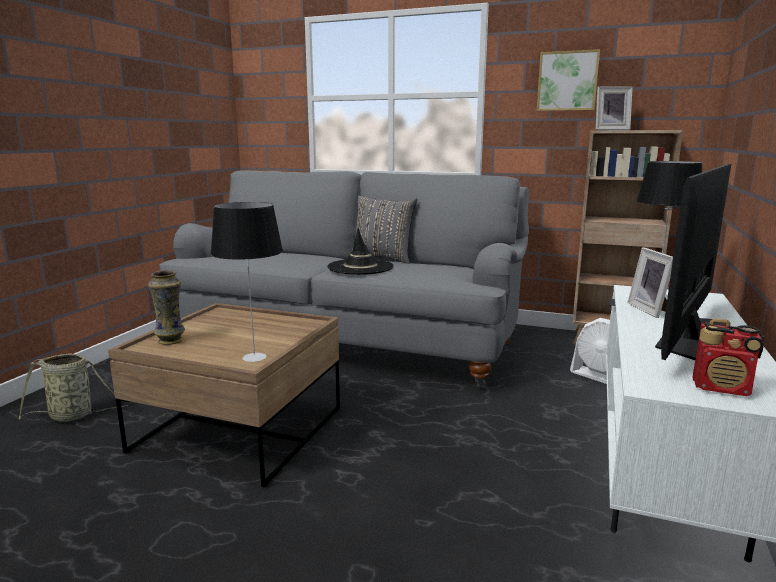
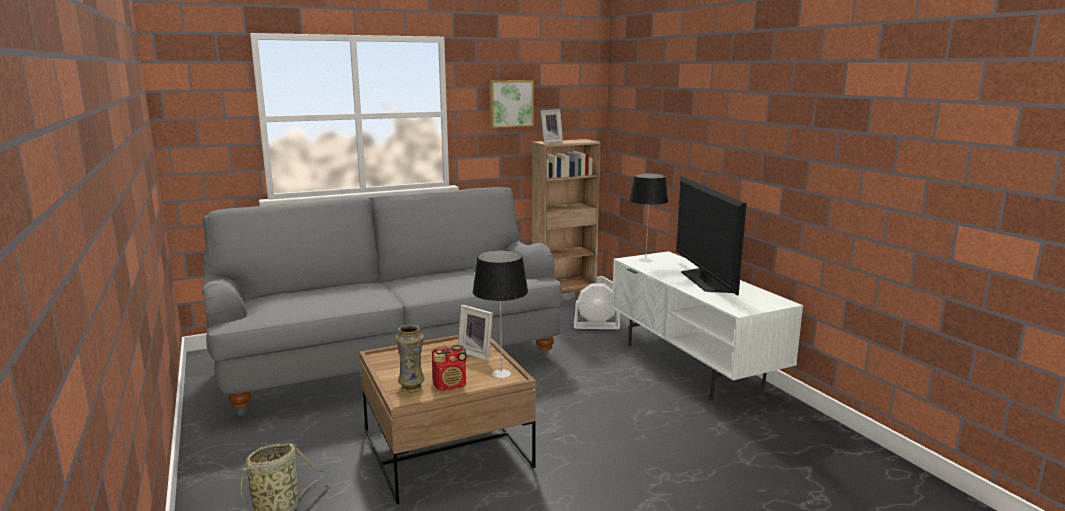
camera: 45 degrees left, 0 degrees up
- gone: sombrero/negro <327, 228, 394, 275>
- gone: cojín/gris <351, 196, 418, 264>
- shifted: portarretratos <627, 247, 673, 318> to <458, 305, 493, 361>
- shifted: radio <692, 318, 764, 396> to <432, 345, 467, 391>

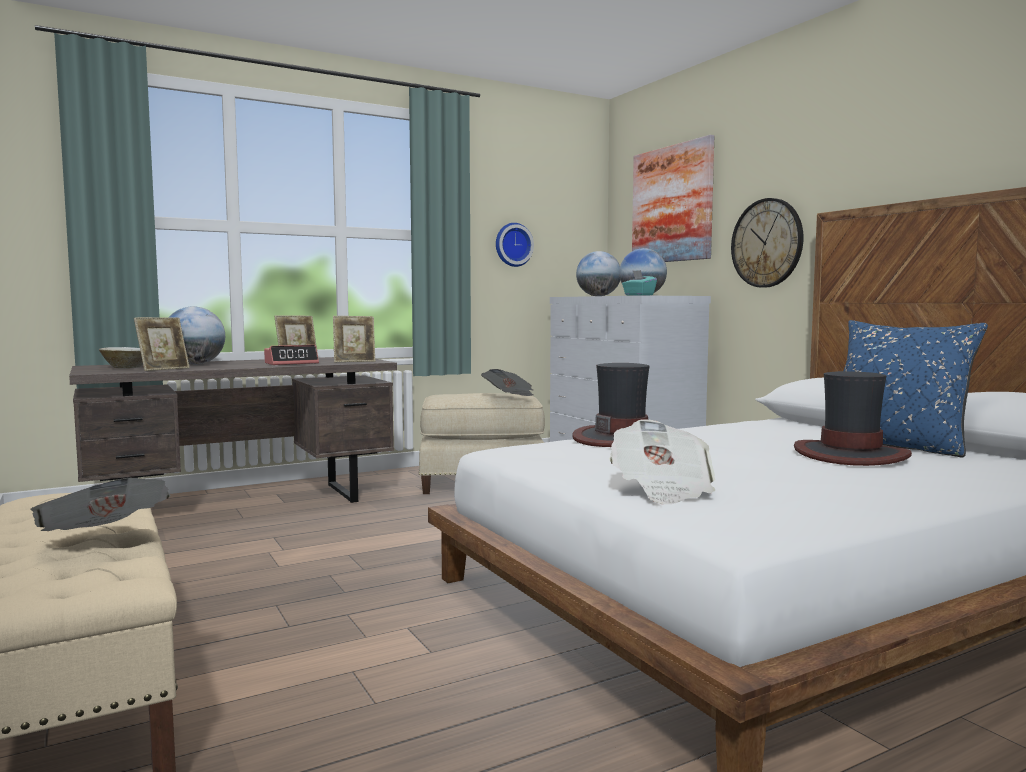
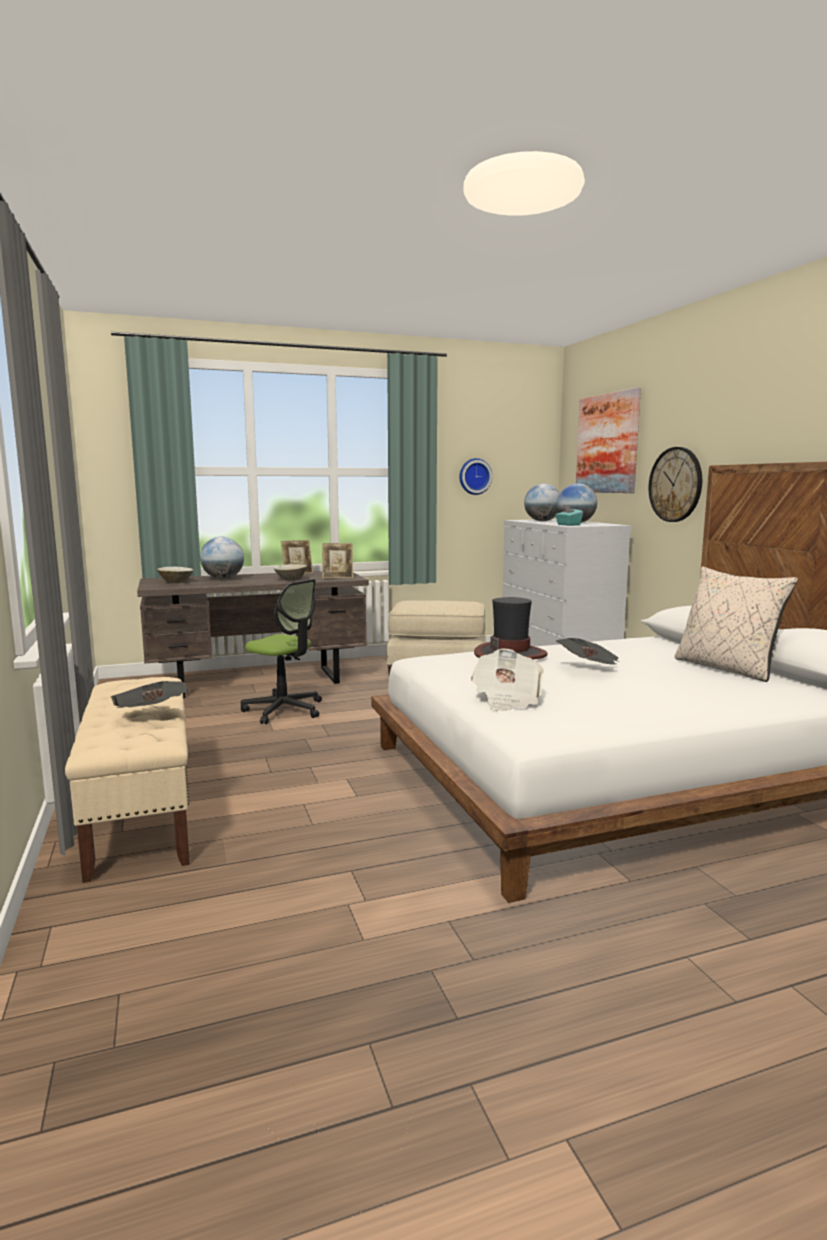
camera: 10 degrees right, 5 degrees up
- gone: portarretratos <134, 317, 190, 371>
- gone: sombrero <794, 371, 912, 466>
- new: silla de oficina <241, 579, 322, 724>
- shifted: periódico <481, 369, 533, 396> to <556, 638, 620, 664>
- swapped: despertador <264, 345, 319, 366> to cuenco/beis <274, 564, 307, 581>
- repainted: cojín/azul <844, 320, 988, 458> to cojín/beis <675, 566, 798, 682>

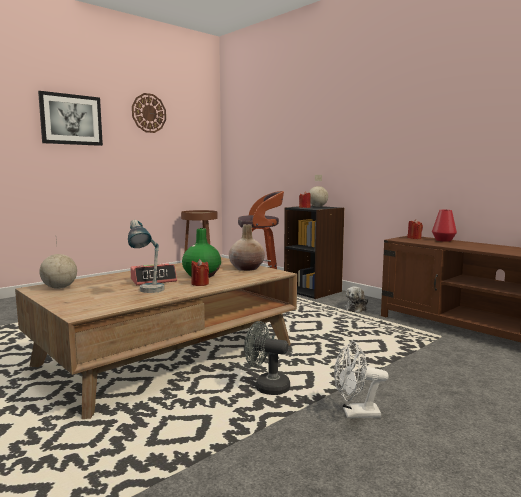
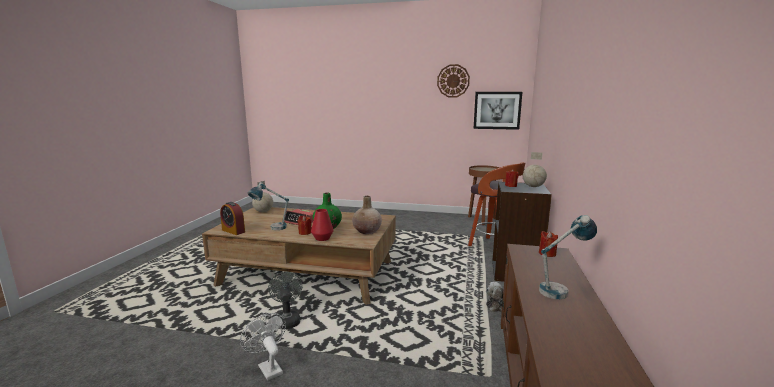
camera: 55 degrees right, 5 degrees up
- new: despertador <220, 202, 245, 235>
- new: lámpara de mesa <539, 215, 597, 299>
- shifted: cuadro <38, 91, 103, 146> to <473, 92, 522, 130>
- shifted: florero/rojo <432, 210, 457, 242> to <311, 209, 334, 241>

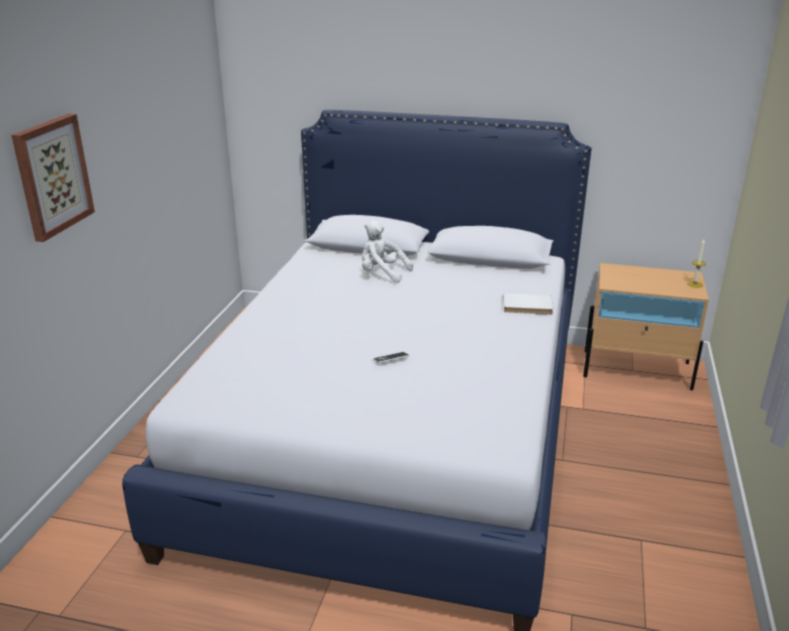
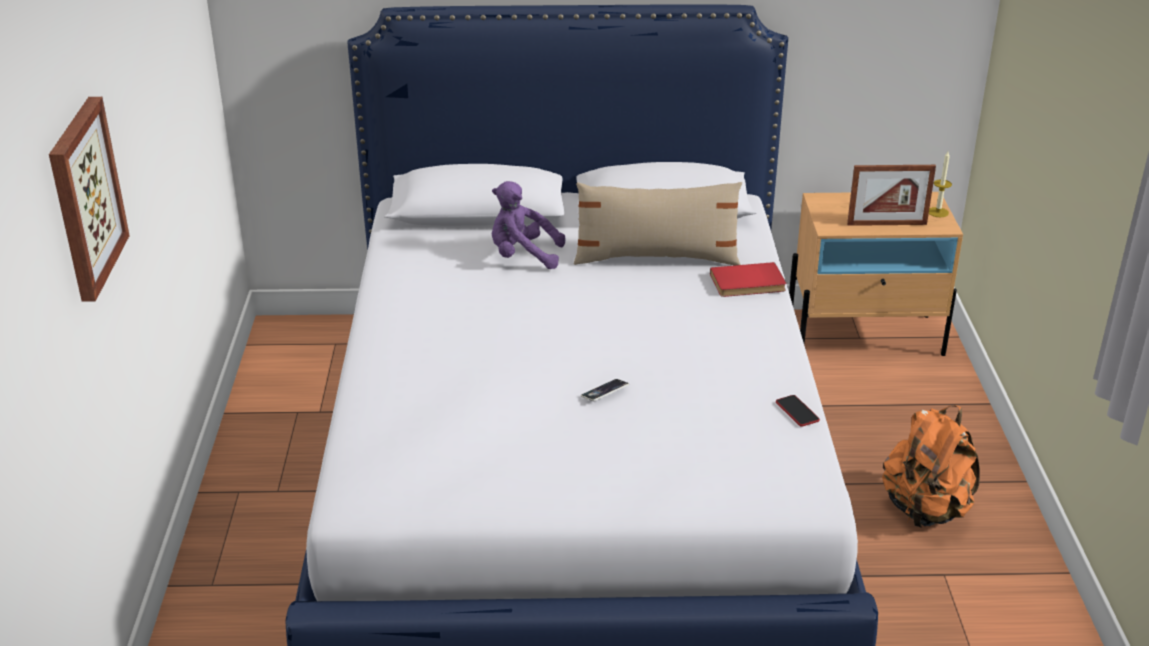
camera: 15 degrees left, 5 degrees up
- new: cojín/beis <574, 182, 742, 266>
- new: móvil <776, 395, 820, 426>
- new: portarretratos <847, 165, 936, 226>
- new: mochila/naranja <882, 405, 980, 528>
- repainted: peluche/blanco <362, 220, 413, 283> to peluche/morado <492, 181, 565, 269>
- repainted: libro/blanco <503, 293, 553, 315> to libro/rojo <710, 262, 786, 297>

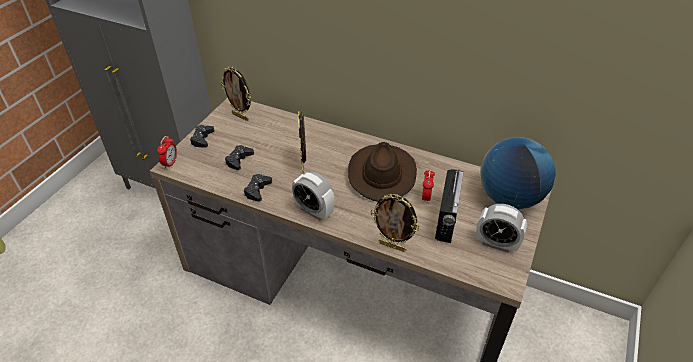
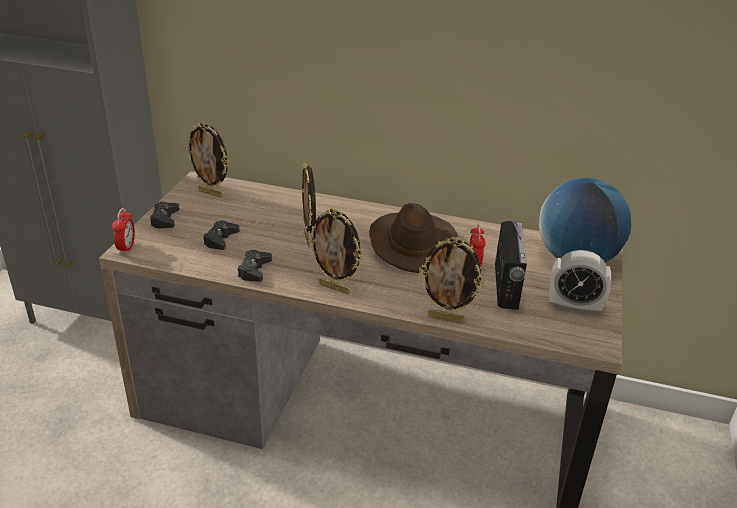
camera: 10 degrees left, 10 degrees down
- swapped: despertador <292, 172, 335, 220> to portarretratos <307, 208, 363, 294>

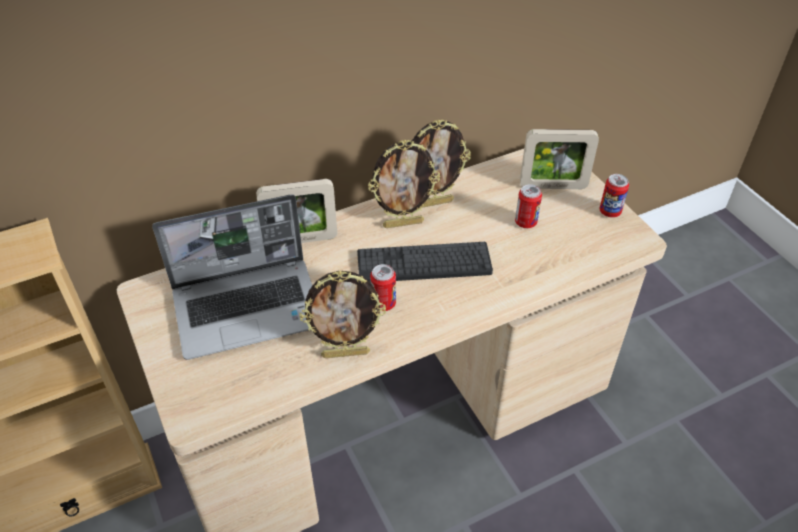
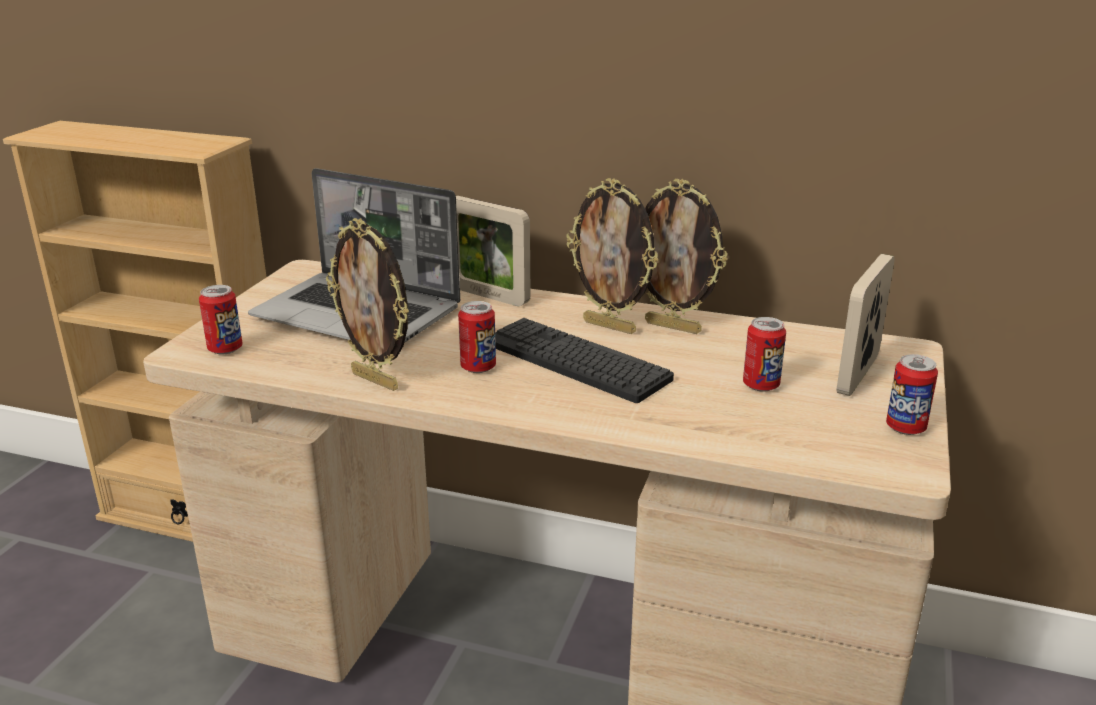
camera: 45 degrees right, 20 degrees down
- new: lata <199, 285, 243, 354>
- rotated: portarretratos <520, 129, 599, 189> = <837, 254, 894, 396> 75 degrees clockwise

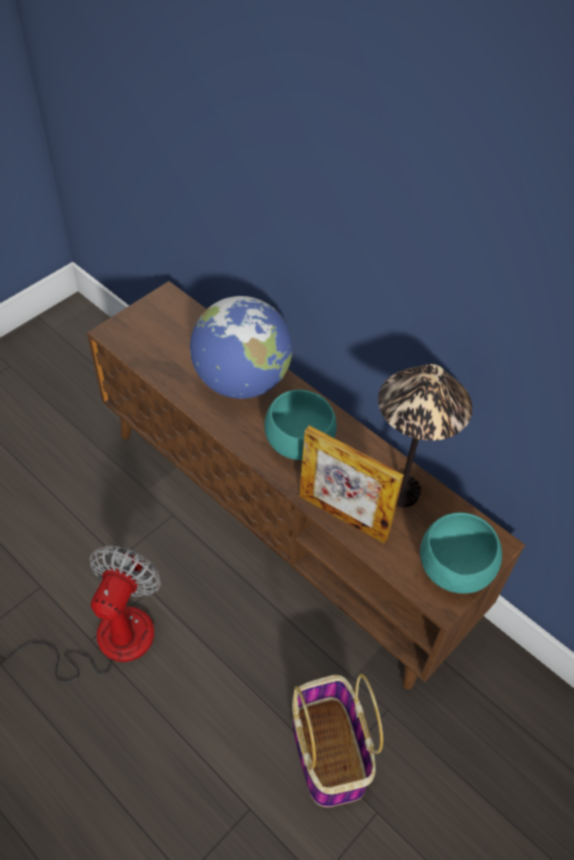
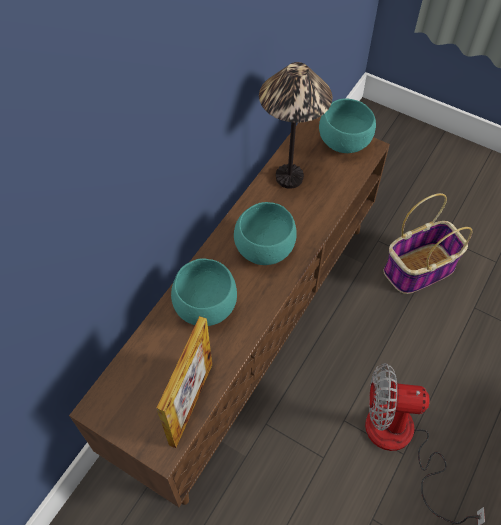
camera: 100 degrees left, 5 degrees up
- shifted: portarretratos <299, 425, 404, 544> to <156, 316, 212, 448>
- swapped: globo terráqueo <190, 296, 292, 399> to cuenco/turquesa <171, 258, 237, 326>

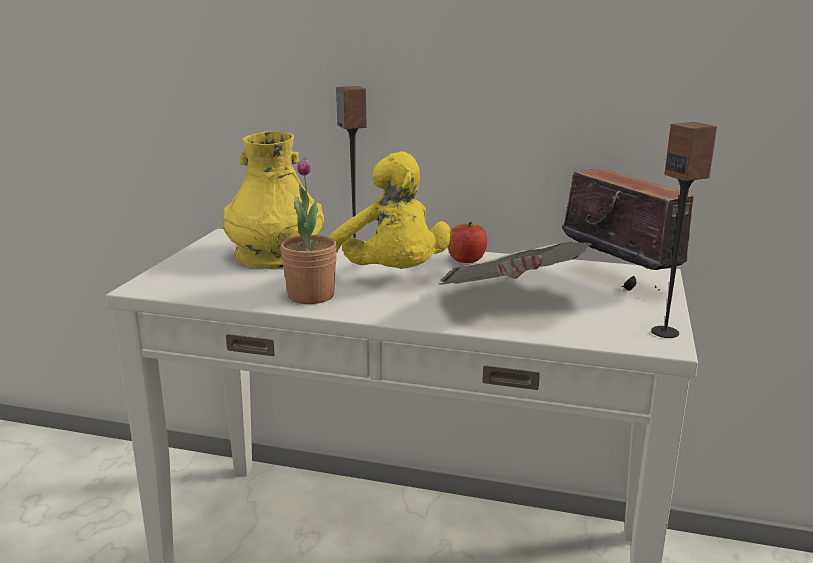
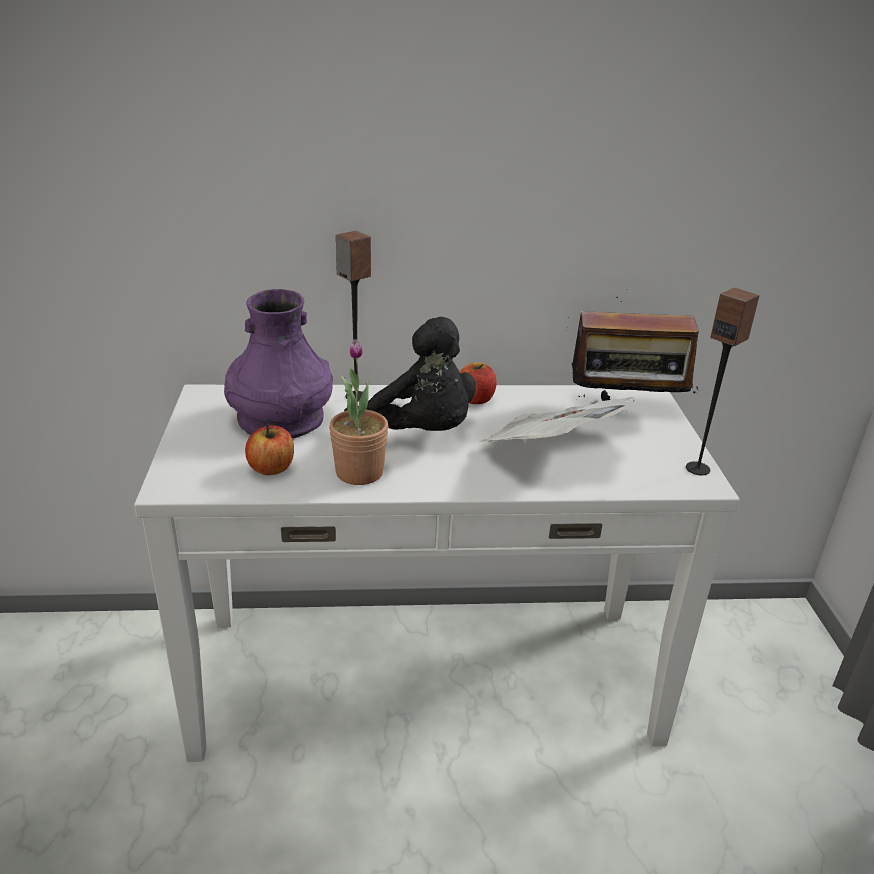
camera: 20 degrees left, 10 degrees up
- new: manzana <245, 424, 294, 475>
- repainted: florero/amarillo <223, 131, 324, 269> to florero/morado <224, 289, 333, 438>
- repainted: peluche/amarillo <329, 151, 451, 269> to peluche/negro <344, 316, 476, 431>
- rotated: radio <562, 157, 693, 294> = <568, 289, 699, 401> 150 degrees clockwise

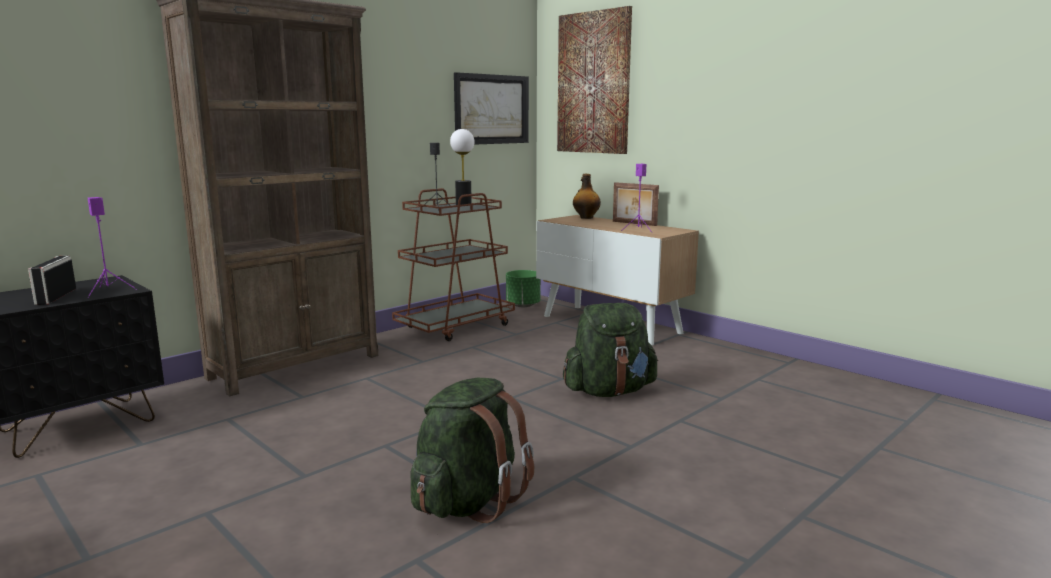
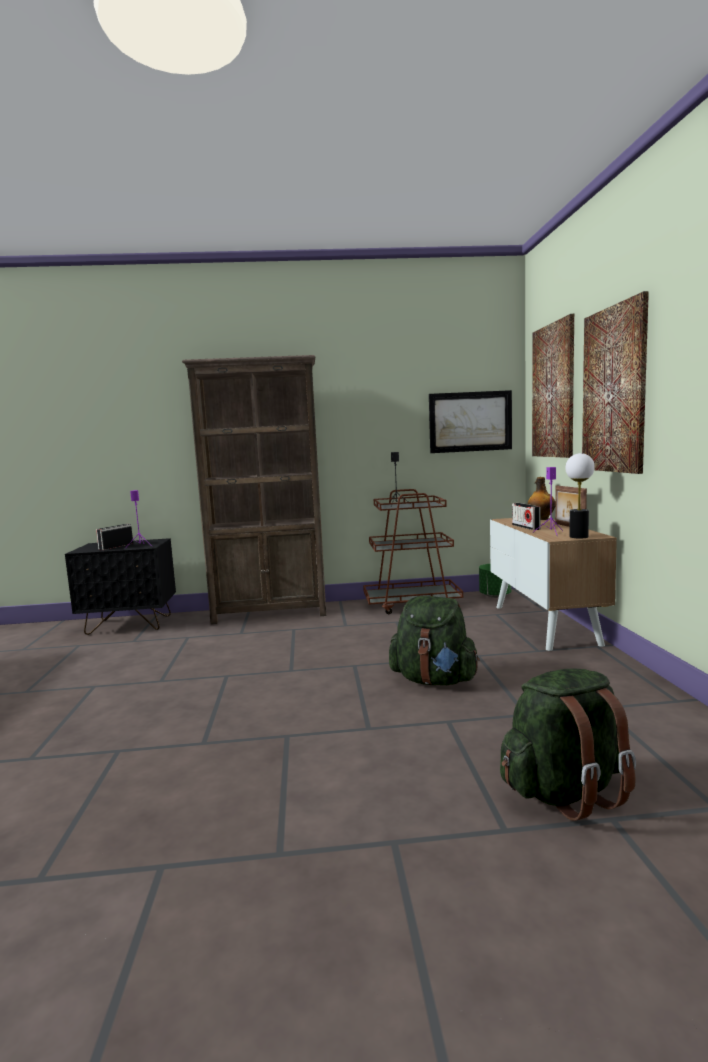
camera: 40 degrees right, 5 degrees down
- new: radio <512, 503, 541, 530>
- new: cuadro <582, 291, 649, 474>
- shifted: mochila/verde <410, 378, 534, 523> to <500, 669, 636, 821>
- shifted: lámpara de mesa <450, 129, 475, 205> to <565, 453, 595, 539>

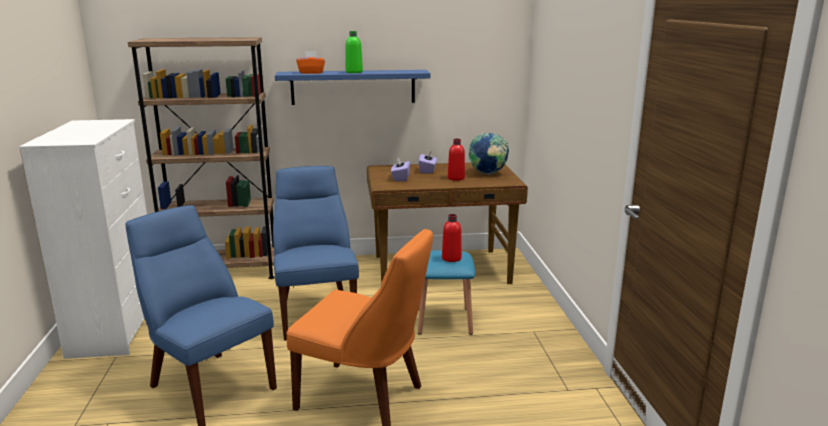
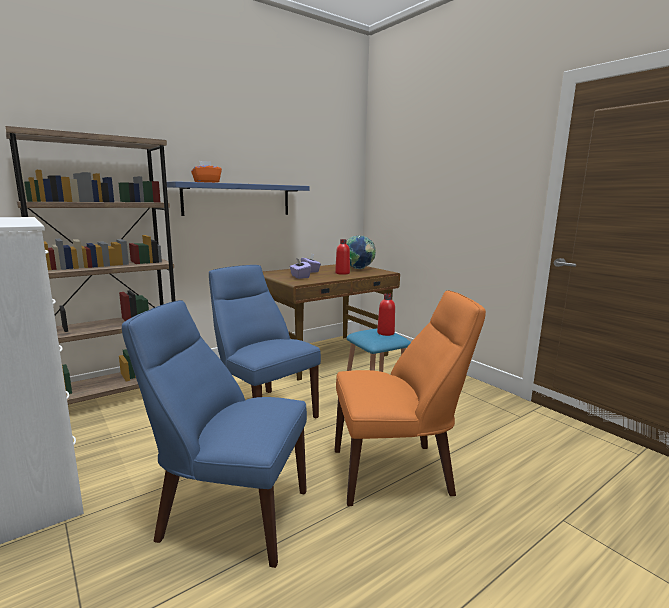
camera: 30 degrees left, 5 degrees down
- gone: botella/verde <346, 31, 363, 73>

